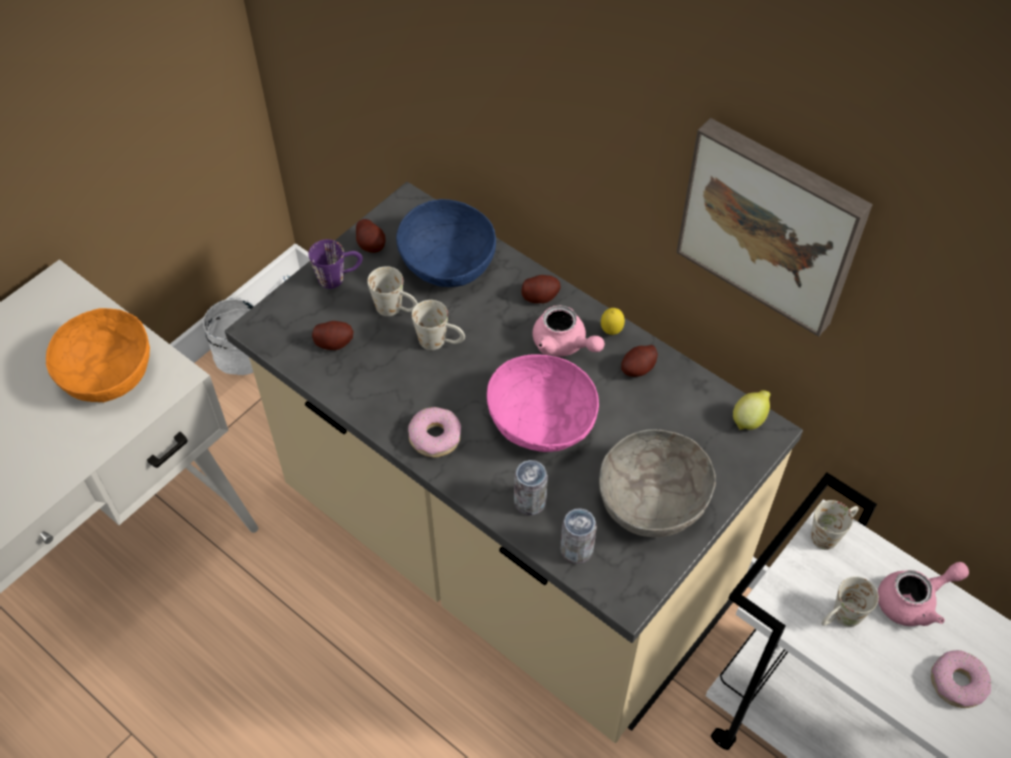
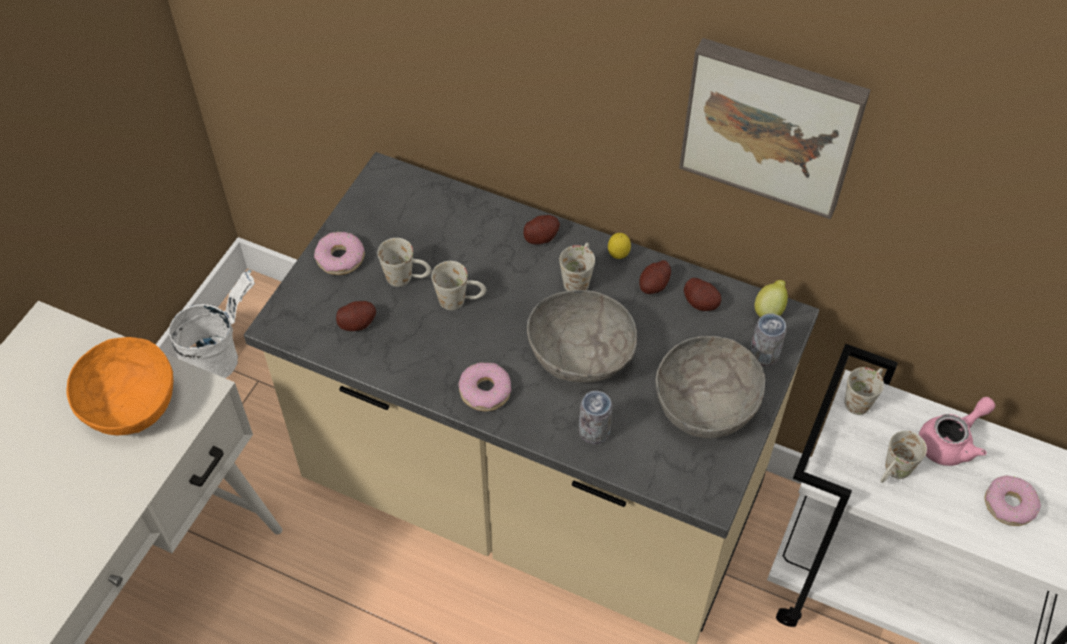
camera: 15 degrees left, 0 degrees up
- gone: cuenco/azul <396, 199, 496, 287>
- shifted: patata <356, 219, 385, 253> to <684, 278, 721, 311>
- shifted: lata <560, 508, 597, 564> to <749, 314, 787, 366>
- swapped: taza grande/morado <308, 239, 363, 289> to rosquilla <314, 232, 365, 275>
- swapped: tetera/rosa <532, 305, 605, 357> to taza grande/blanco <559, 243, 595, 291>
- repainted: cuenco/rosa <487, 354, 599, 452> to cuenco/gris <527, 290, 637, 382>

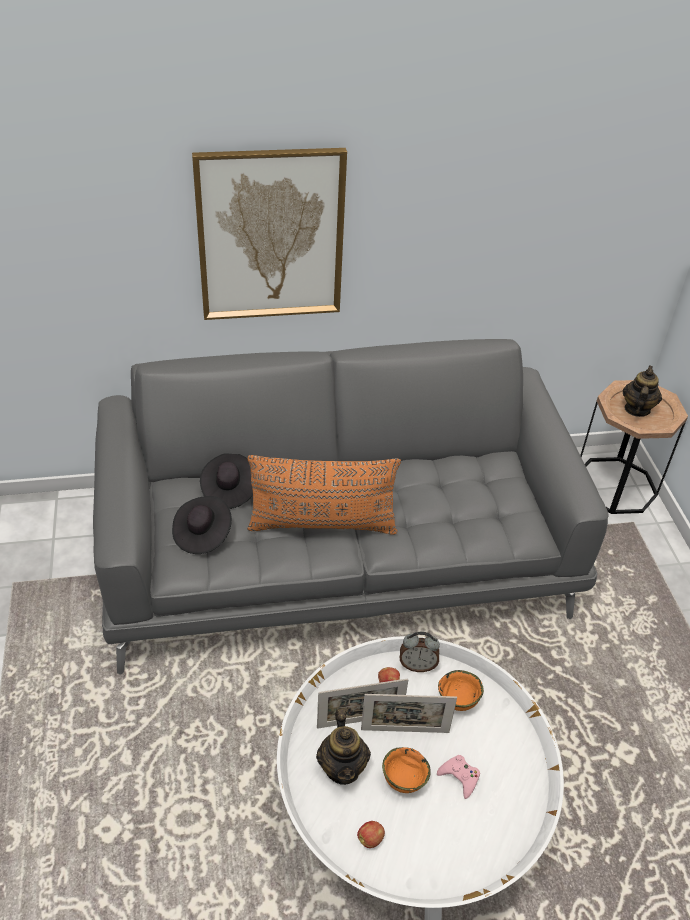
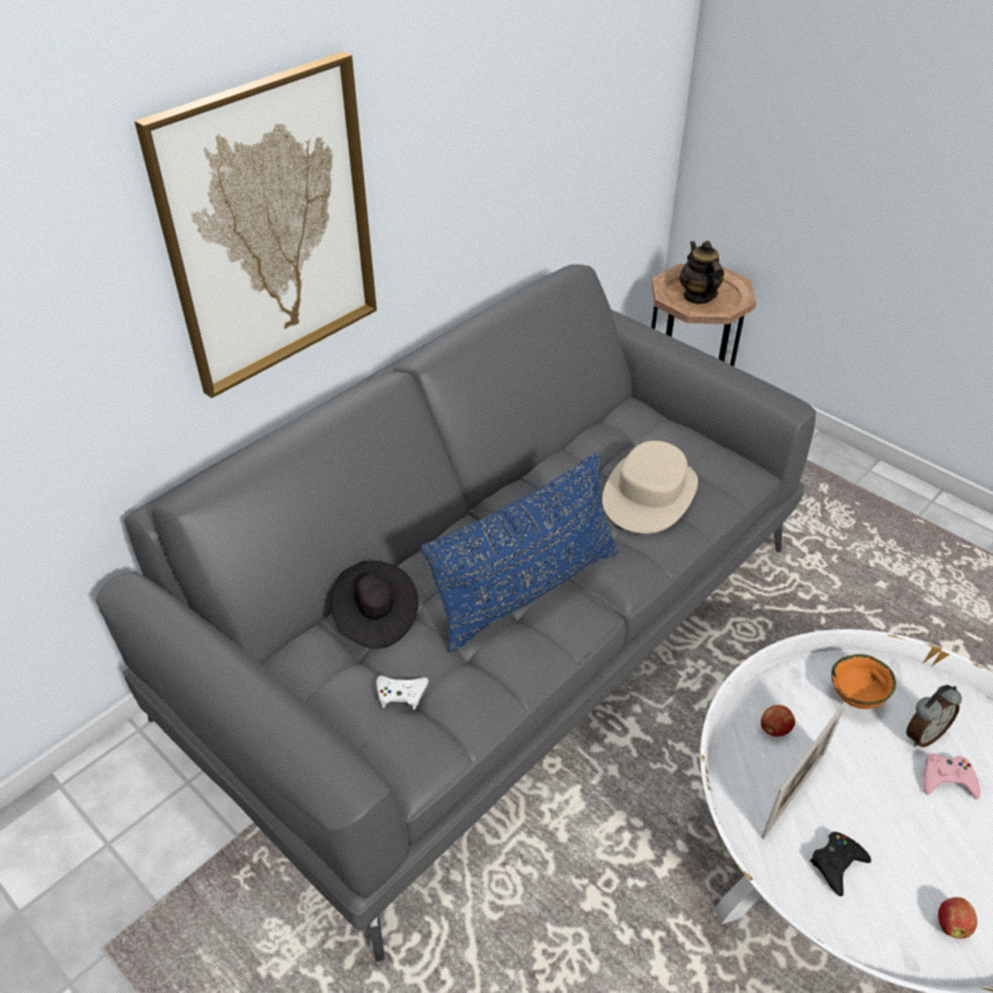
camera: 35 degrees left, 0 degrees up
- gone: portarretratos <361, 694, 457, 733>
- gone: cuenco/naranja <382, 747, 431, 793>
- new: sombrero/beis <602, 441, 698, 534>
- shifted: despertador <400, 632, 440, 672> to <906, 685, 962, 747>
- swapped: sombrero/negro <172, 496, 232, 554> to mando de consola/blanco <376, 675, 429, 709>
- swapped: tetera <316, 709, 371, 785> to mando de consola/negro <810, 832, 871, 896>
- repainted: cojín/naranja <247, 455, 401, 535> to cojín/azul <421, 452, 618, 652>

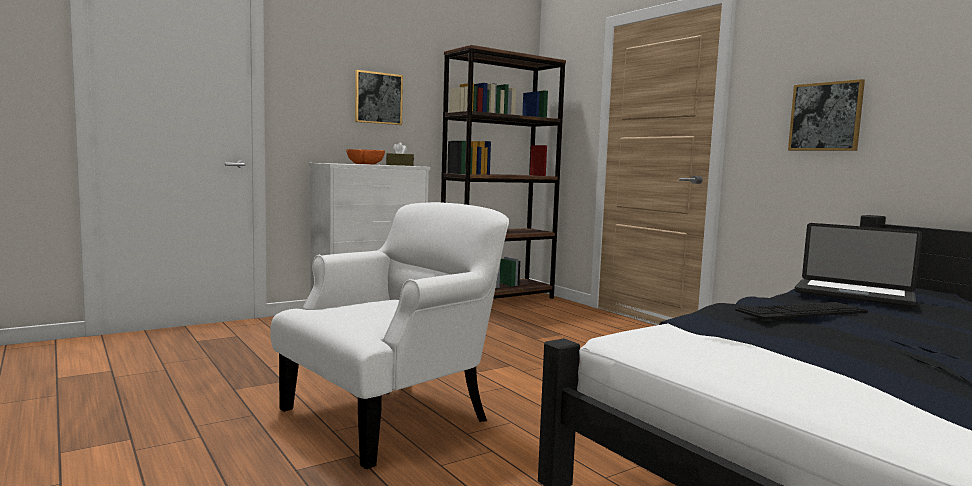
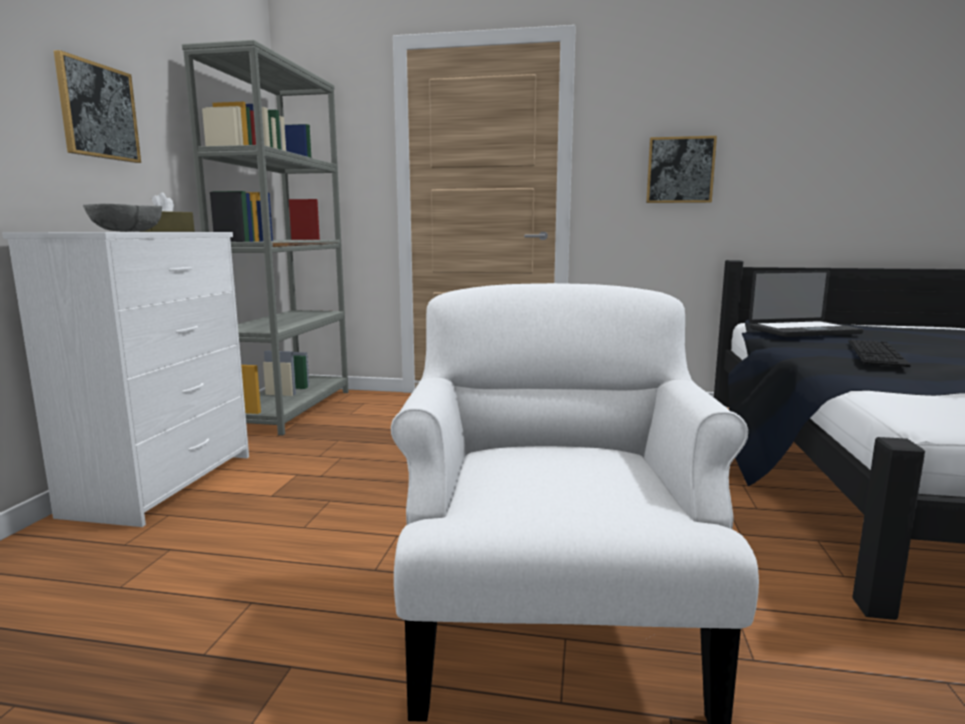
camera: 45 degrees left, 5 degrees up
- repainted: cuenco/naranja <346, 149, 385, 164> to cuenco/gris <83, 204, 162, 232>
- repainted: estantería/marrón <441, 45, 566, 299> to estantería/gris <182, 40, 349, 435>

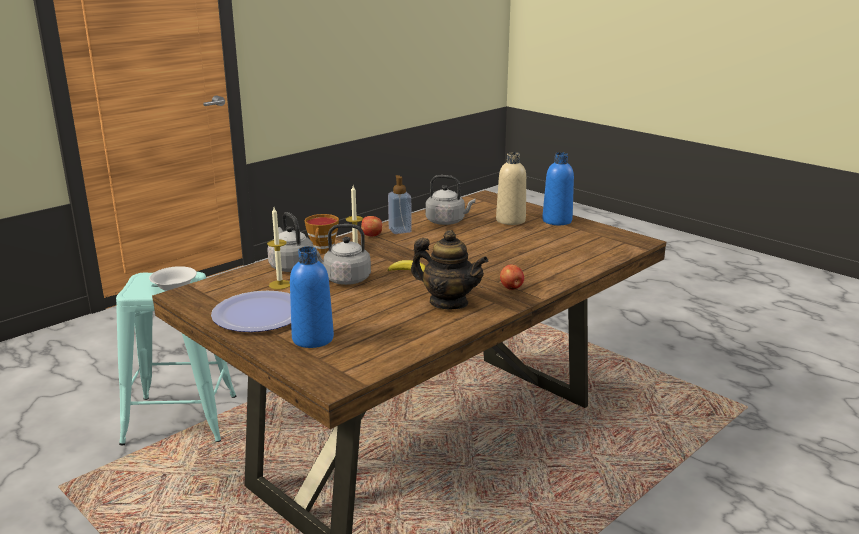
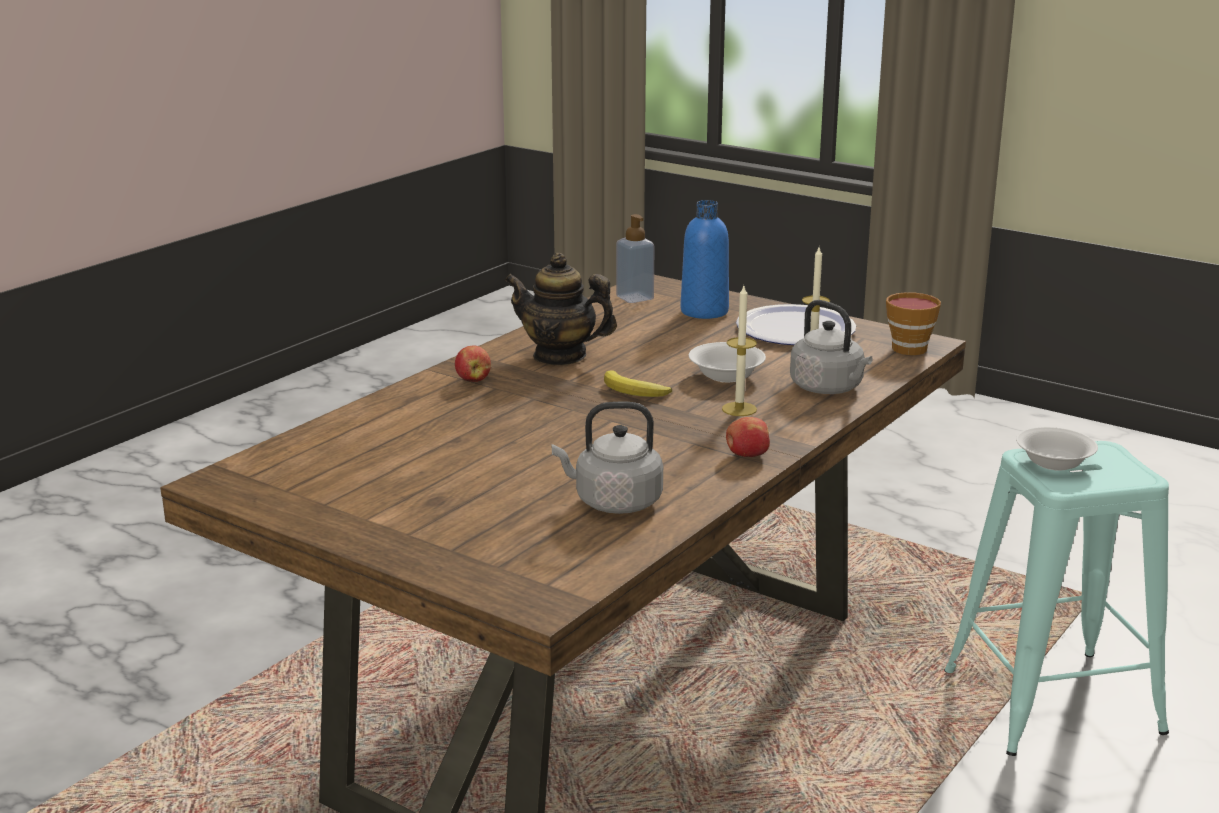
camera: 170 degrees right, 0 degrees up
- gone: botella/beis <496, 152, 526, 225>
- gone: botella/azul <542, 152, 574, 225>
- shifted: taza <304, 214, 339, 254> to <886, 292, 941, 355>
- shifted: dispensador de jabón <388, 175, 412, 234> to <616, 214, 655, 303>
- swapped: hervidor/gris <317, 224, 371, 285> to cuenco/blanco <689, 342, 766, 382>

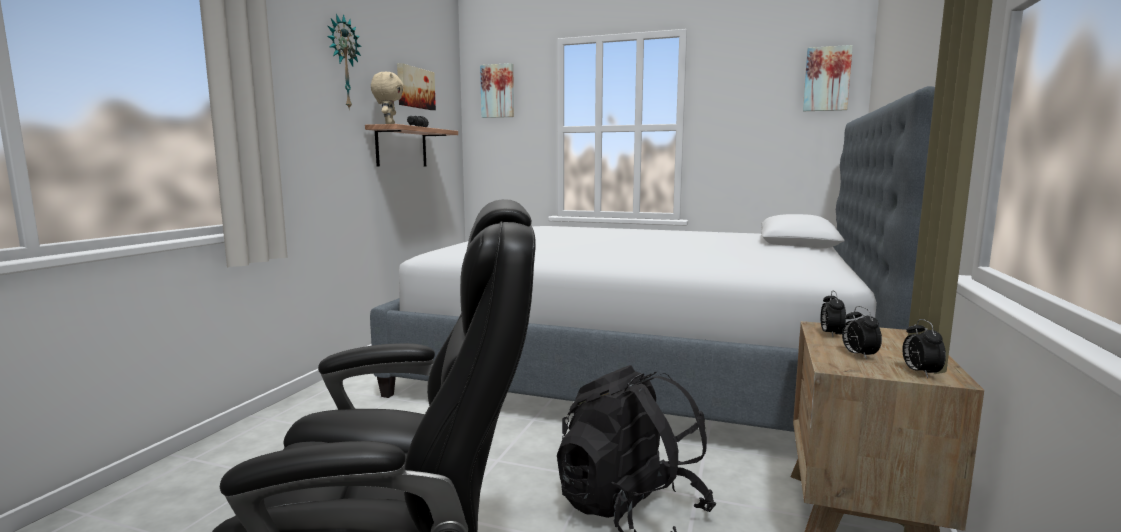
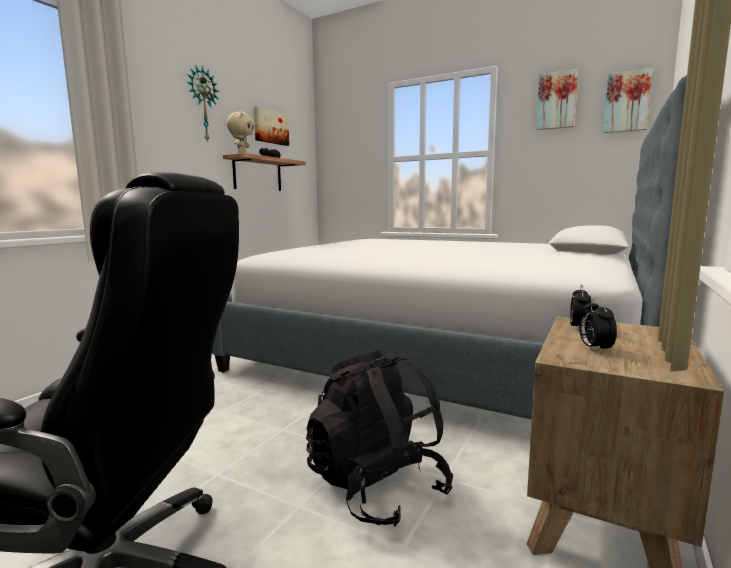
camera: 10 degrees right, 0 degrees up
- gone: despertador <902, 319, 946, 378>
- shifted: cuadro <480, 63, 514, 118> to <536, 69, 578, 130>

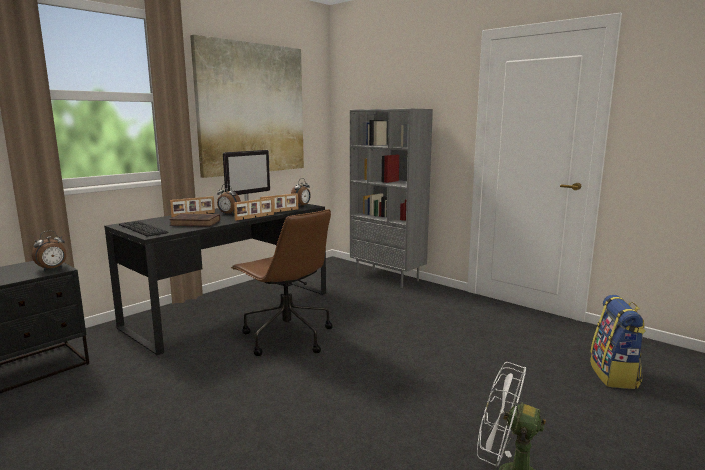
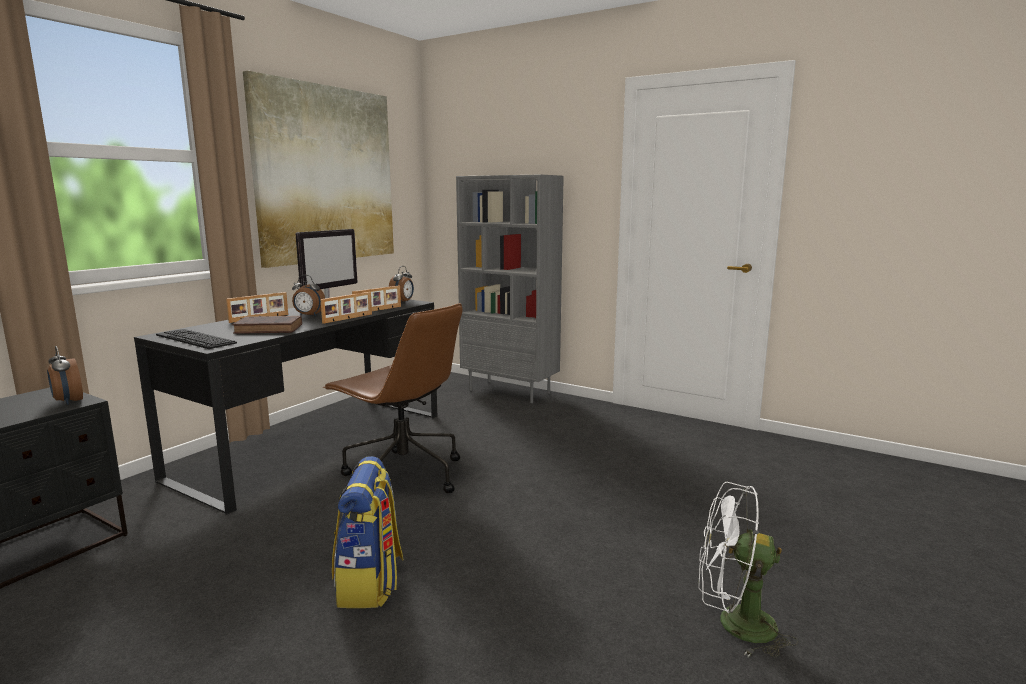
camera: 10 degrees left, 0 degrees up
- shifted: mochila <590, 295, 646, 389> to <332, 456, 404, 608>
- rotated: despertador <32, 231, 66, 271> = <47, 346, 83, 405> 105 degrees clockwise

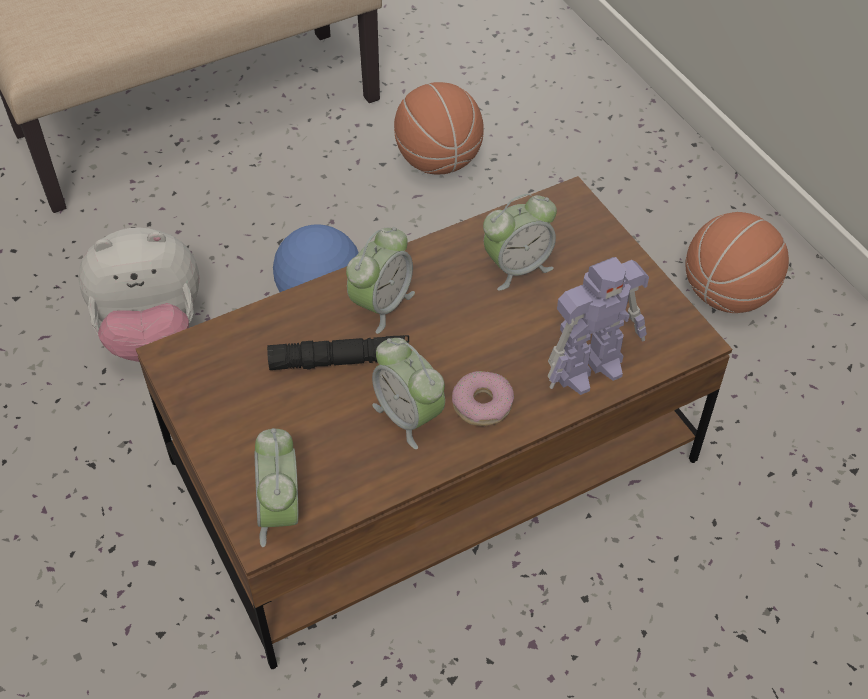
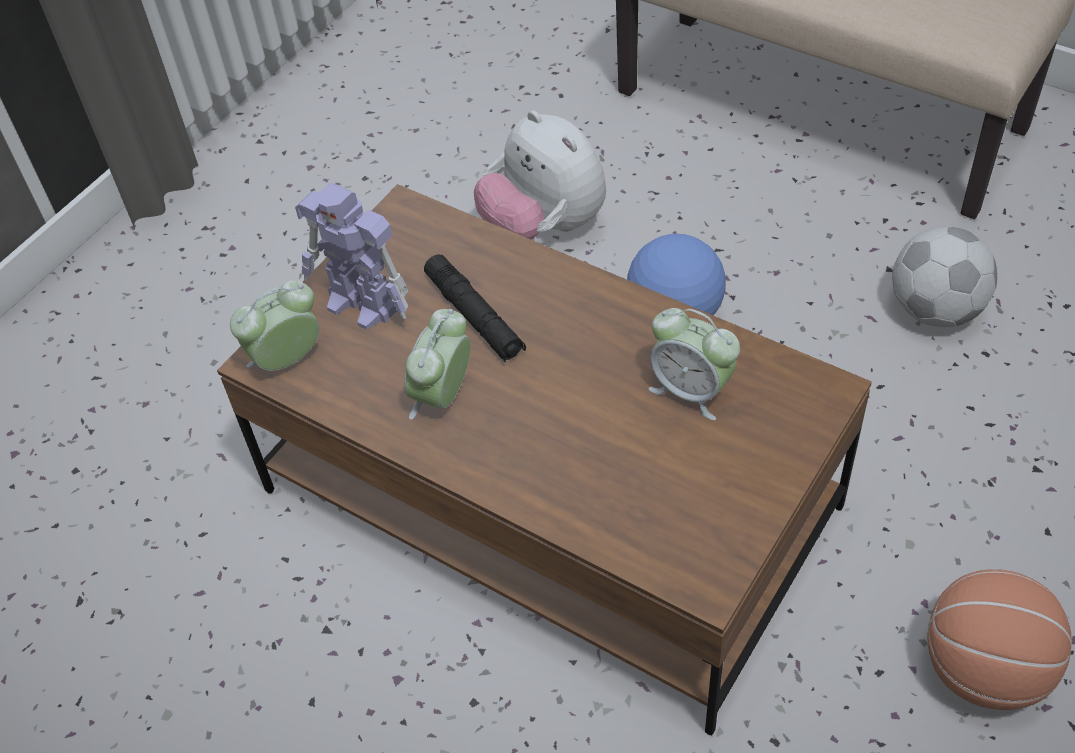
camera: 65 degrees right, 0 degrees up
- gone: despertador <346, 227, 415, 334>
- gone: rosquilla <452, 371, 514, 426>
- shifted: robot de juguete <548, 257, 649, 395> to <295, 183, 408, 330>
- swapped: balón de baloncesto <394, 82, 484, 175> to balón de fútbol <892, 226, 997, 327>

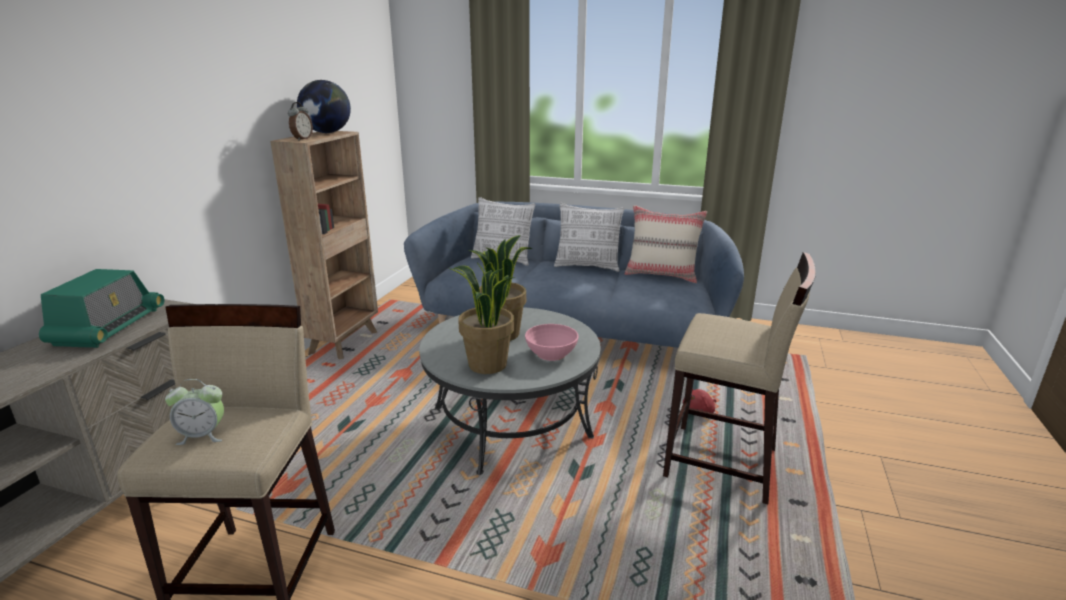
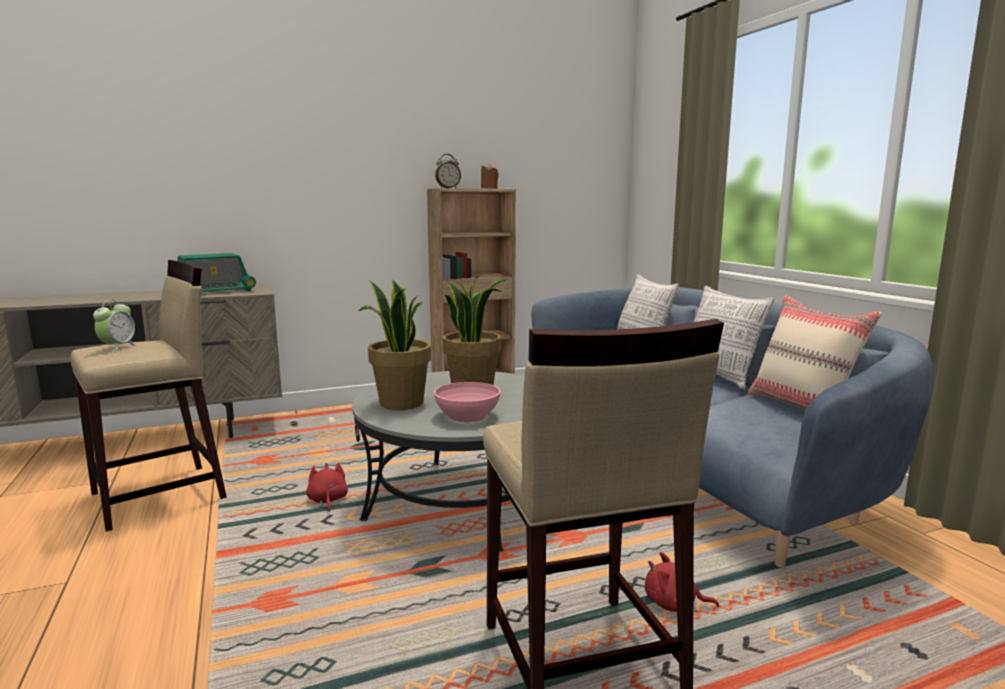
camera: 50 degrees right, 10 degrees down
- new: peluche/rojo <306, 463, 348, 512>
- swapped: globo terráqueo <297, 80, 351, 133> to vela/marrón <481, 164, 499, 189>
- rotated: despertador <165, 379, 224, 445> = <93, 299, 138, 352> 120 degrees counterclockwise

